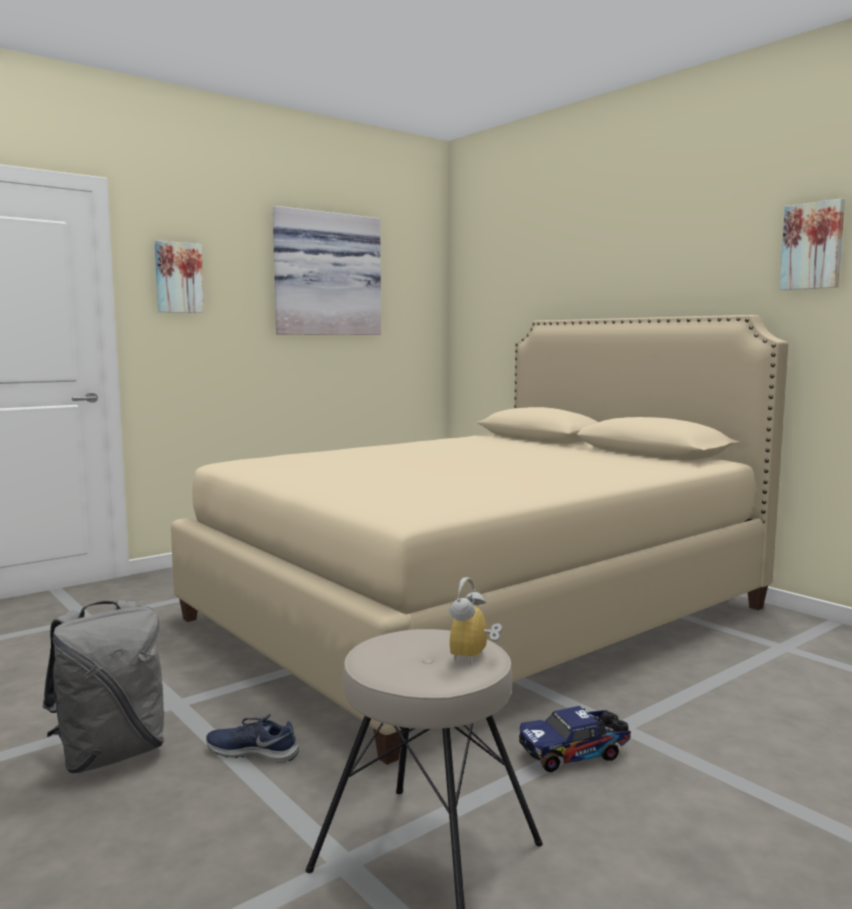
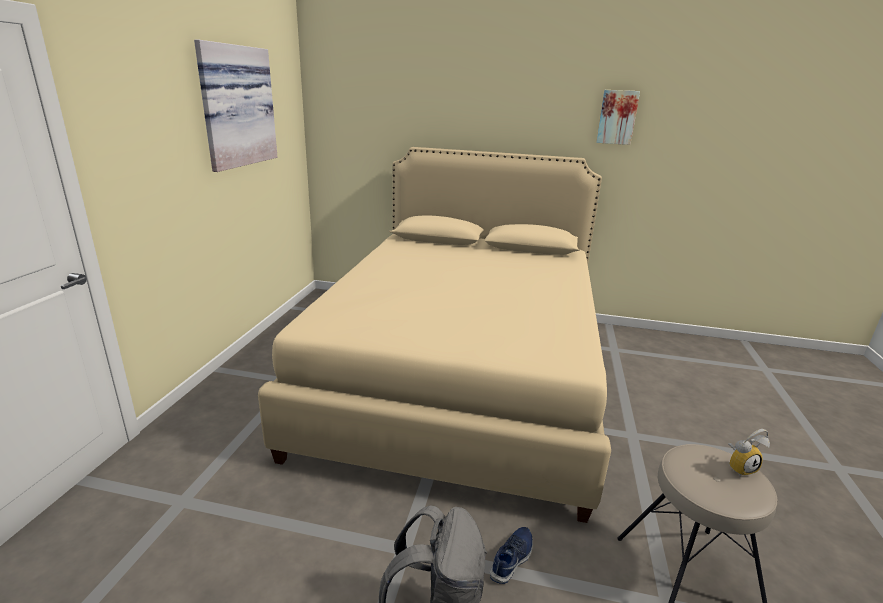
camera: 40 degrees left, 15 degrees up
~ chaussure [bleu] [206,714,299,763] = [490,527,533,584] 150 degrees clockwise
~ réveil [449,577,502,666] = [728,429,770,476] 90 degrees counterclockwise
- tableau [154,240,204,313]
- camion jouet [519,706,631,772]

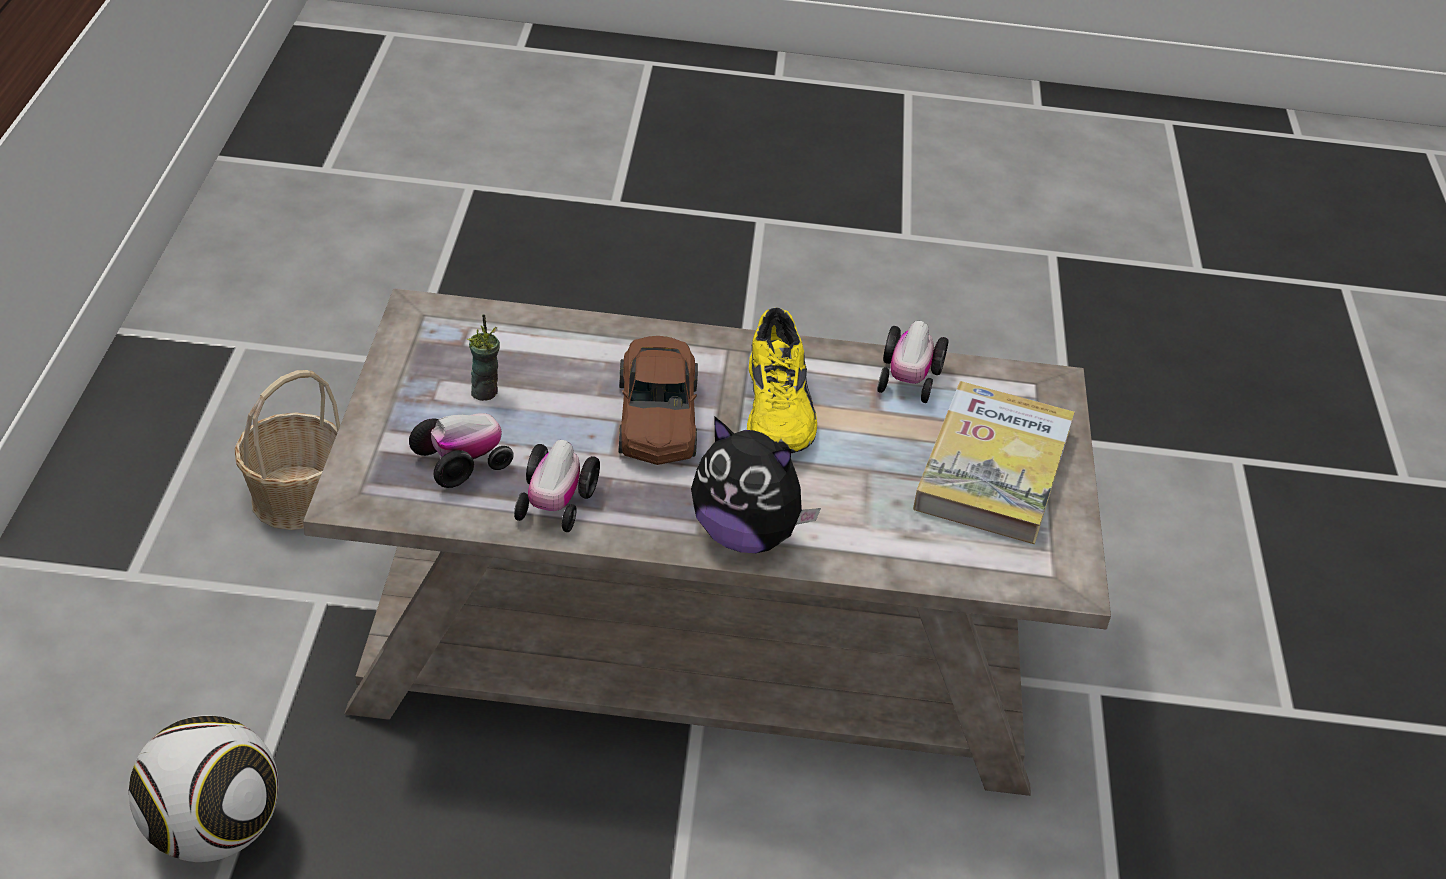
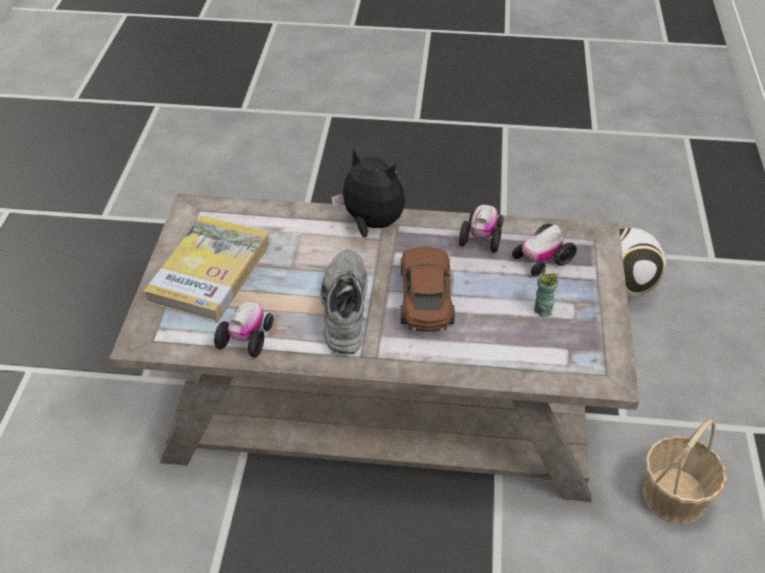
camera: 175 degrees left, 5 degrees up
~ chaussure [jaune] [747,307,817,453] to chaussure [gris] [320,249,367,354]

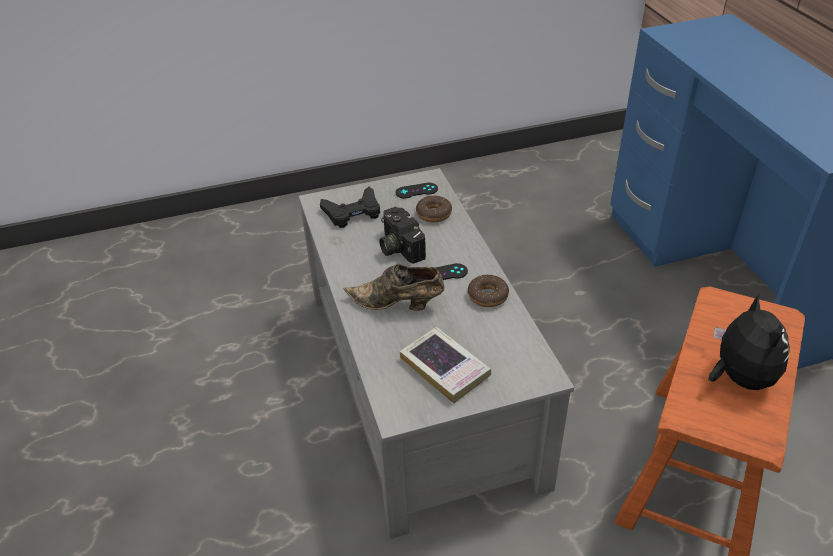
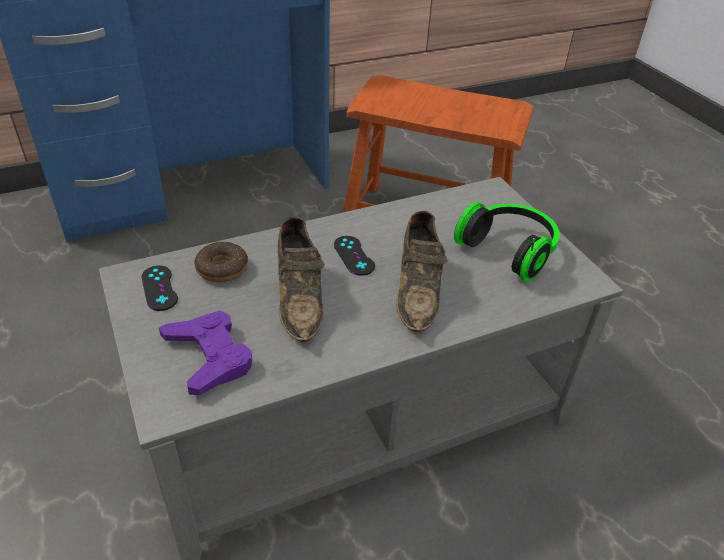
camera: 100 degrees left, 0 degrees up
~ manette [noir] [320,187,380,228] to manette [violet] [159,310,252,395]
~ appareil photo [379,207,426,264] to chaussure [marron] [278,216,325,342]
~ livre [400,327,491,404] to casque audio [454,202,560,282]
- beignet [468,275,509,307]
- peluche [708,294,790,390]

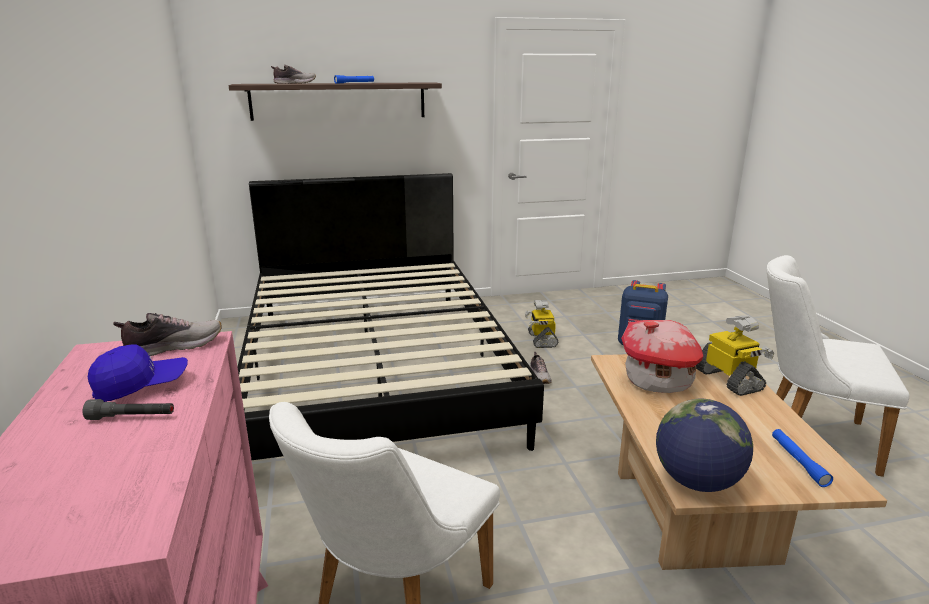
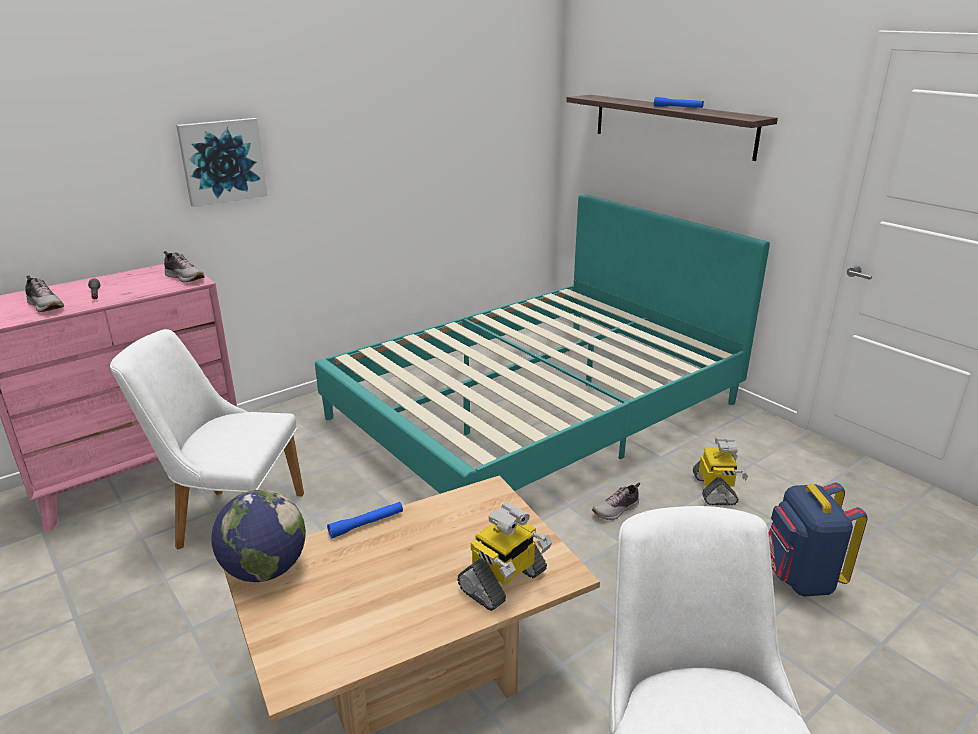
camera: 65 degrees right, 5 degrees up
~ chaussure [271,65,316,84] to [25,276,64,312]
+ tableau [176,118,268,207]
~ lit [noir] [238,173,544,460] to lit [turquoise] [315,194,770,494]
~ lampe de poche [bleu] [772,429,833,487] to [327,502,403,538]
~ robot jouet [525,300,558,348] = [693,438,748,505] 120 degrees clockwise
- casquette [bleu] [88,344,188,402]
- maison miniature [621,320,703,393]

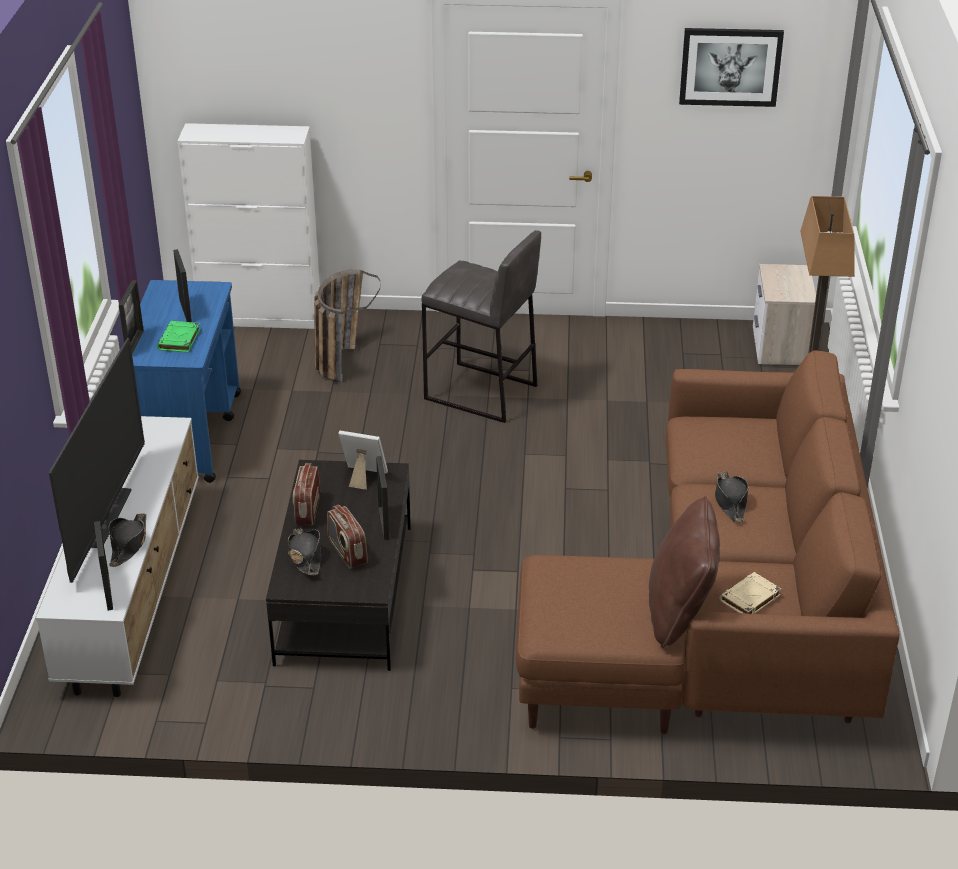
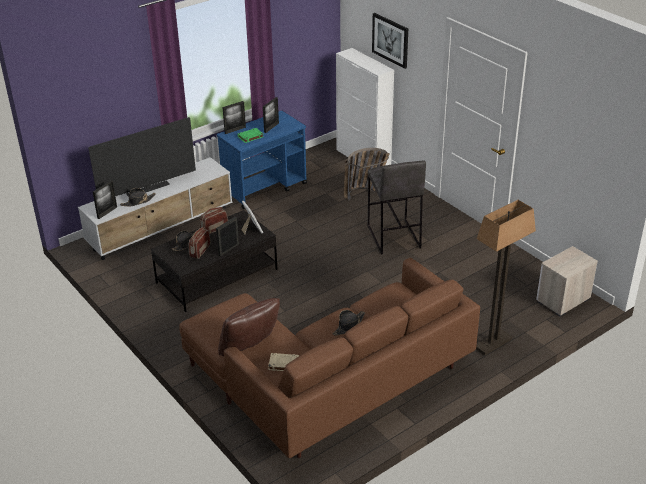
camera: 50 degrees right, 0 degrees up
~ tableau [679,28,784,107] to [372,13,408,69]

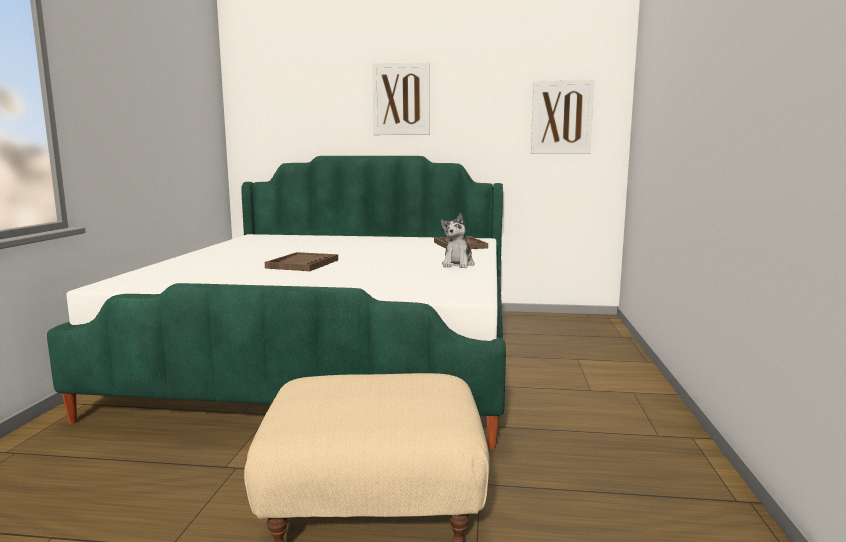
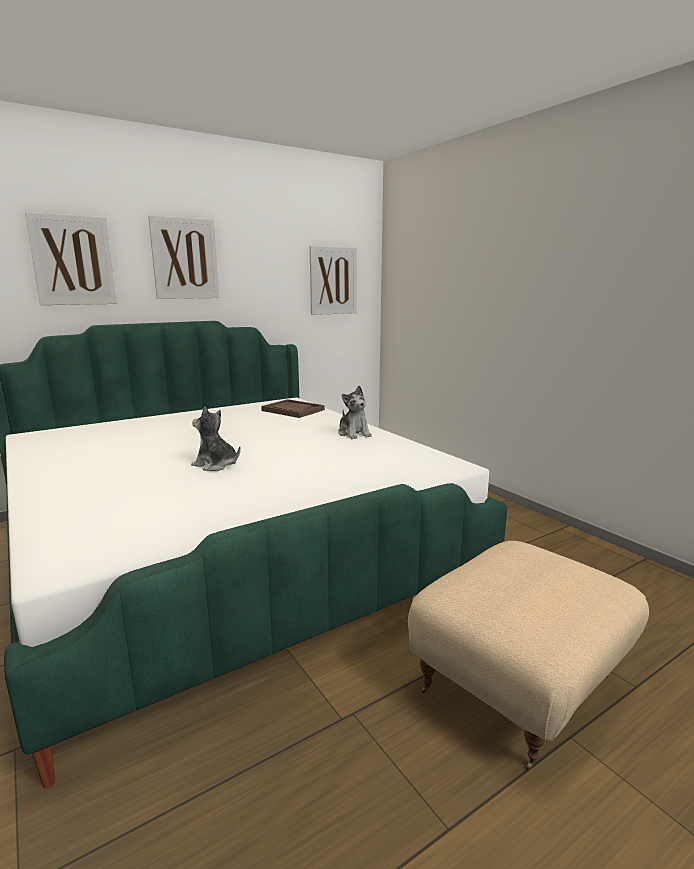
camera: 40 degrees left, 5 degrees up
+ tableau [25,212,117,305]
~ plateau [marron] [265,252,338,271] to peluche [191,407,241,471]

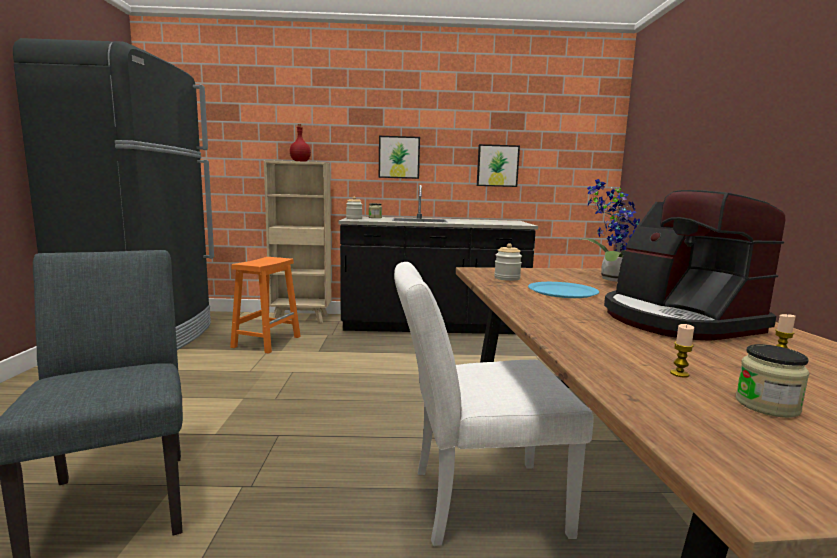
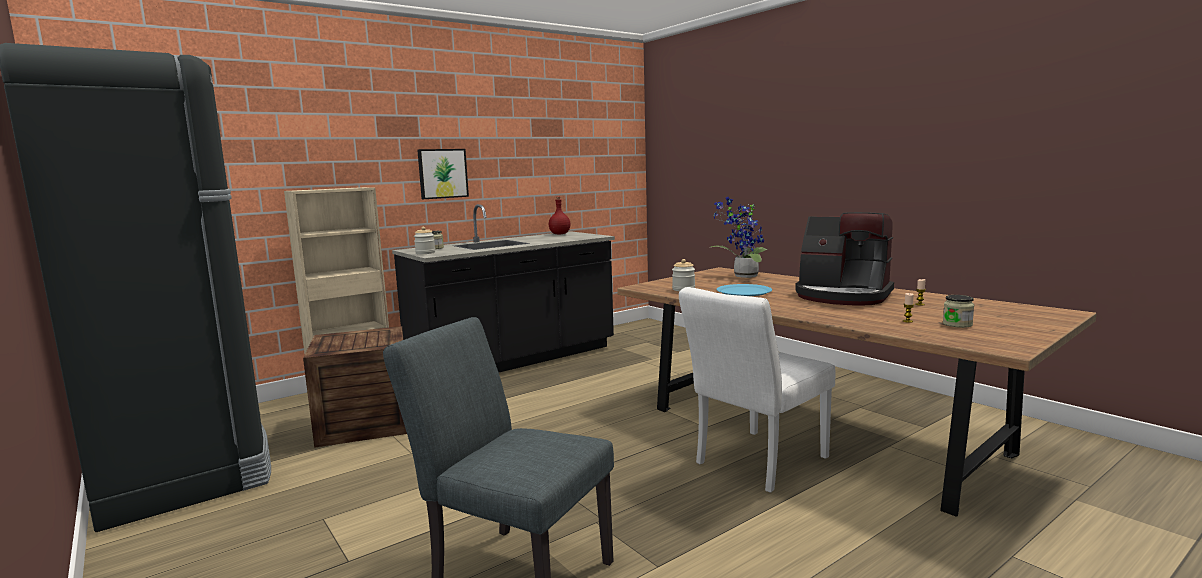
camera: 35 degrees left, 0 degrees up
~ tabouret [orange] [230,257,301,354] to caisse [303,326,407,448]
~ bouteille [rouge] [290,124,311,162] to [549,197,570,234]
- tableau [477,144,520,187]

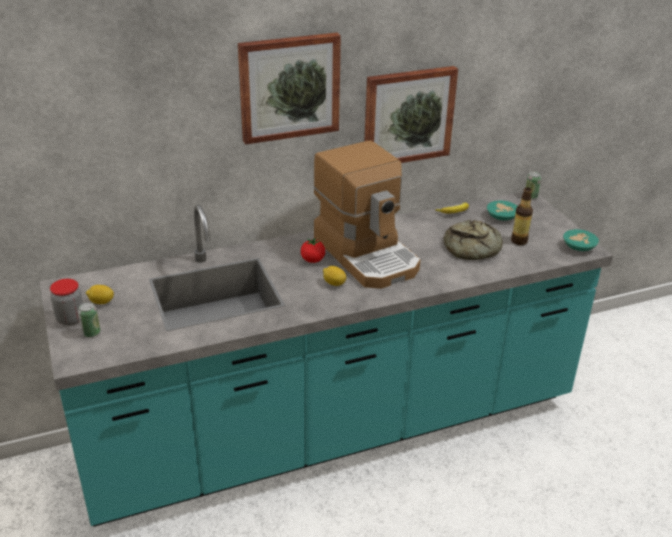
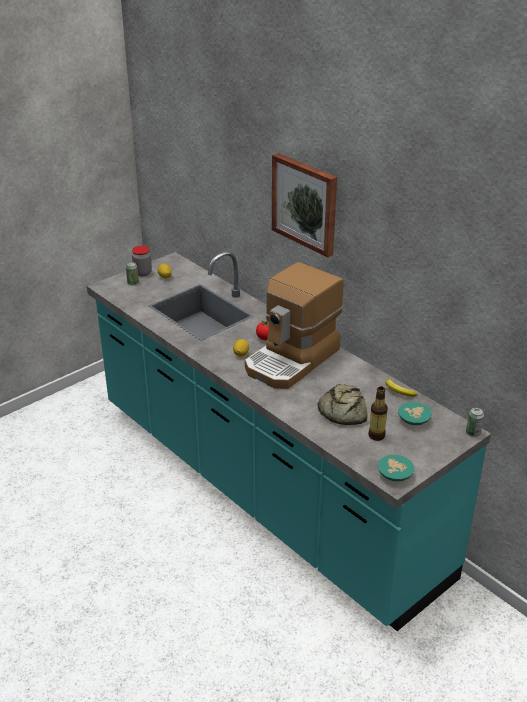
camera: 70 degrees right, 0 degrees up
- tableau [364,66,458,163]

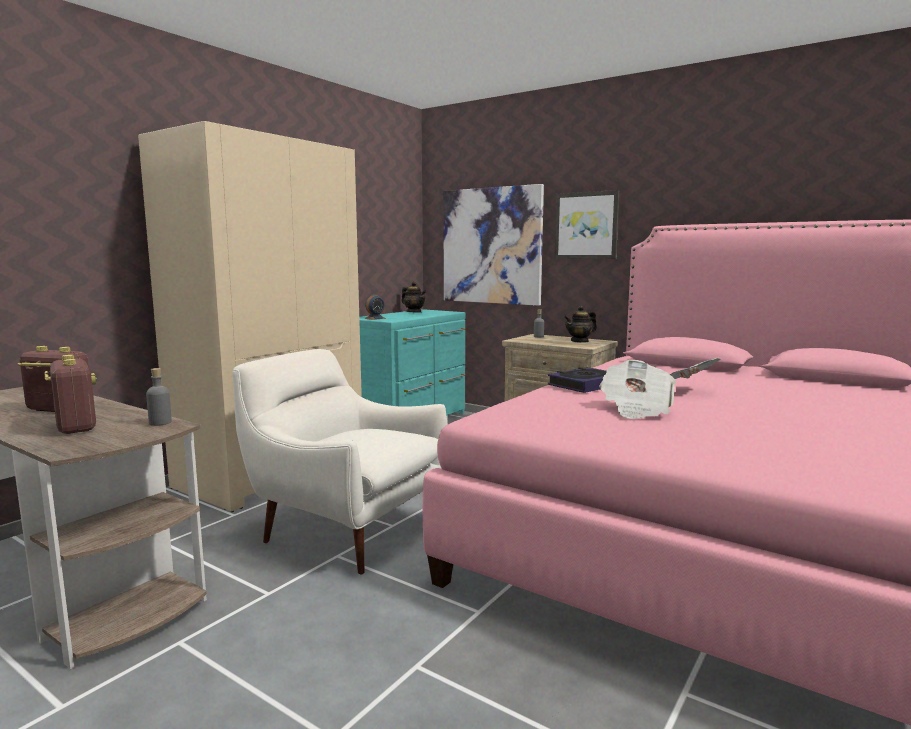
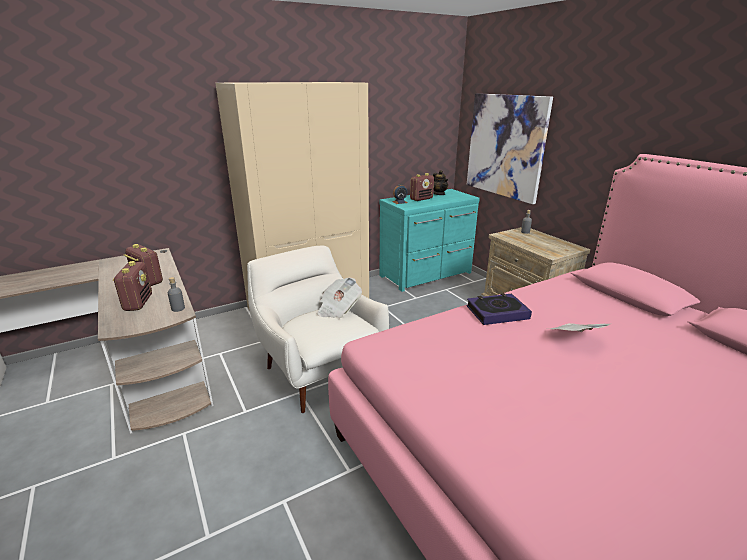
camera: 25 degrees right, 15 degrees up
~ journal [599,360,676,419] to [317,277,362,318]
+ radio [410,173,434,201]
- tableau [554,190,619,259]
- théière [564,306,597,343]

